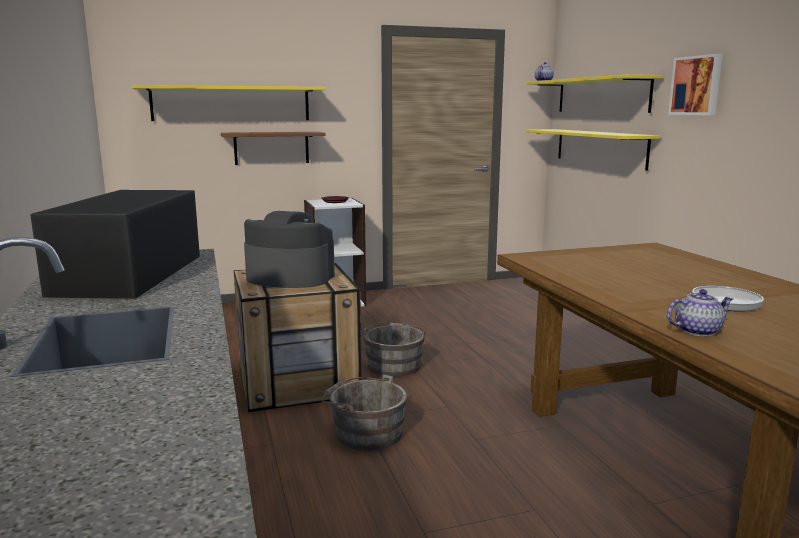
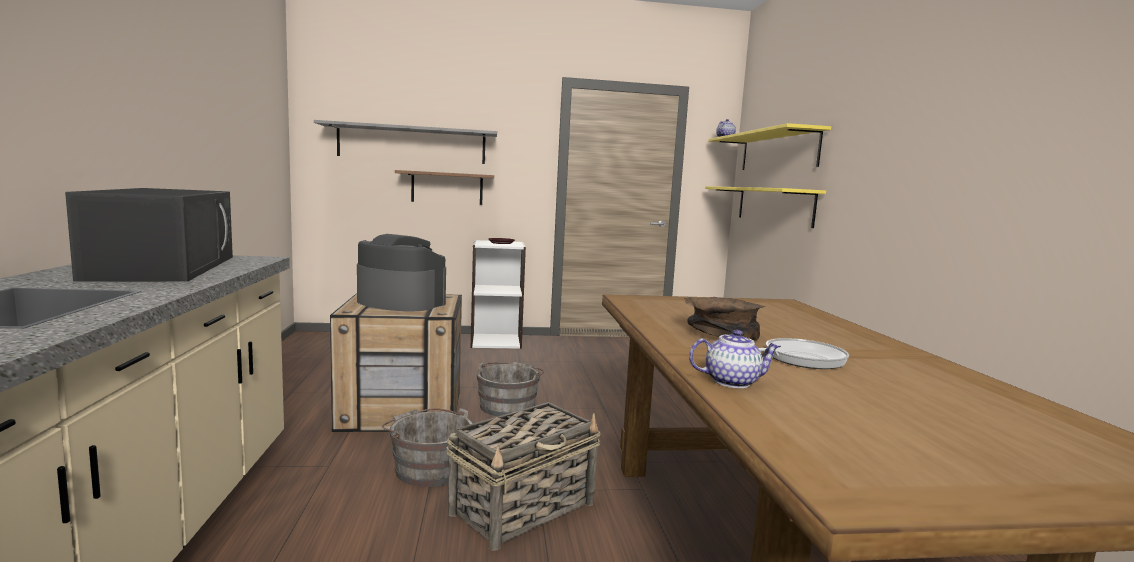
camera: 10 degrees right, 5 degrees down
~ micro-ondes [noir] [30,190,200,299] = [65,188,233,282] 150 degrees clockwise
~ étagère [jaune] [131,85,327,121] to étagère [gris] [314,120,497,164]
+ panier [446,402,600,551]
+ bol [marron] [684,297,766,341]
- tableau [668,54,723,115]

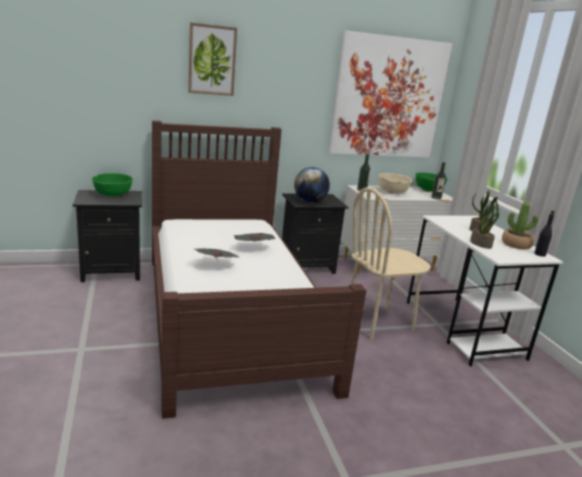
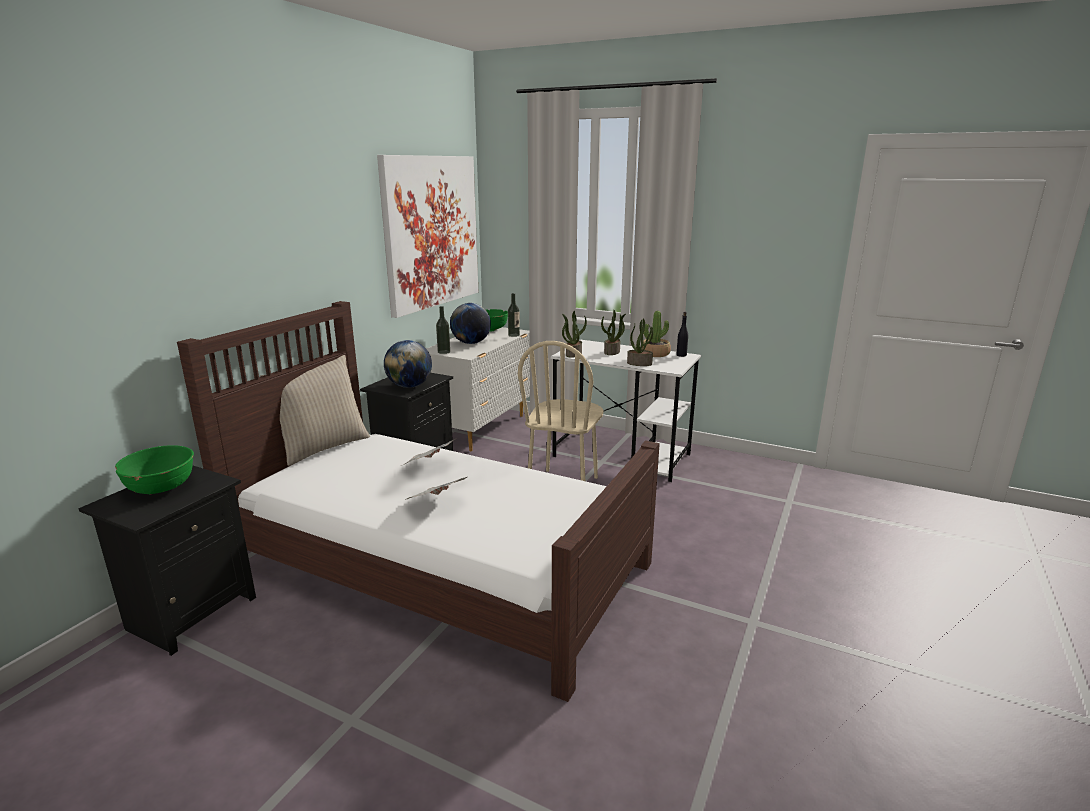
camera: 45 degrees left, 0 degrees up
+ coussin [beige] [260,355,370,466]
~ bol [beige] [379,173,412,194] to globe [450,303,491,344]
+ plante en pot [562,311,587,358]
- tableau [188,22,237,96]

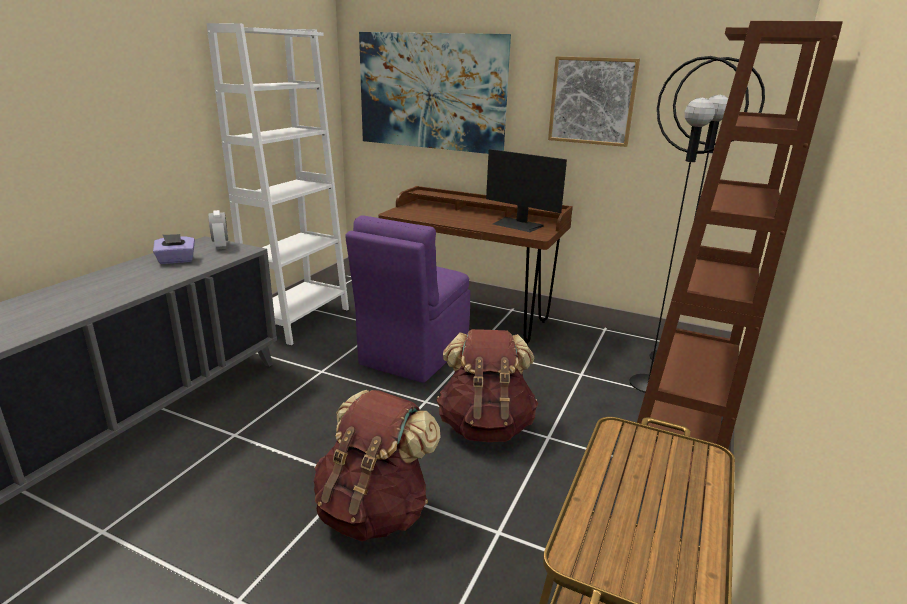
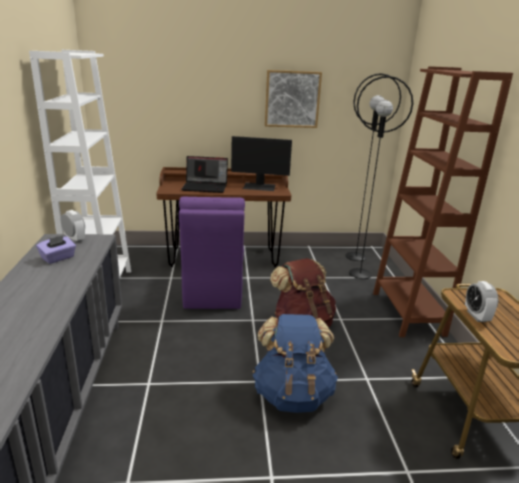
camera: 30 degrees left, 0 degrees up
+ ordinateur portable [181,156,228,193]
~ sac à dos [marron] [314,390,441,541] to sac à dos [bleu] [253,314,338,413]
+ réveil [465,281,498,322]
- tableau [359,32,511,154]

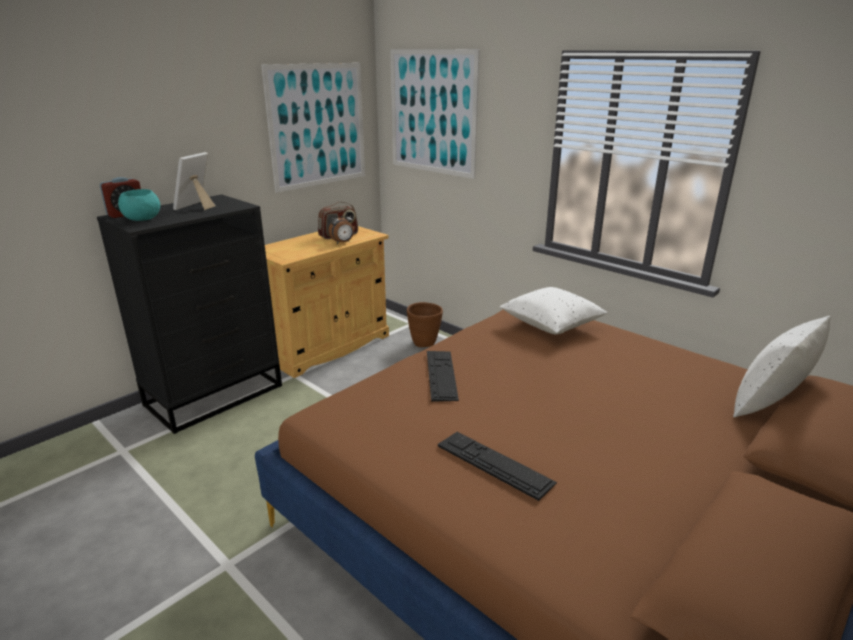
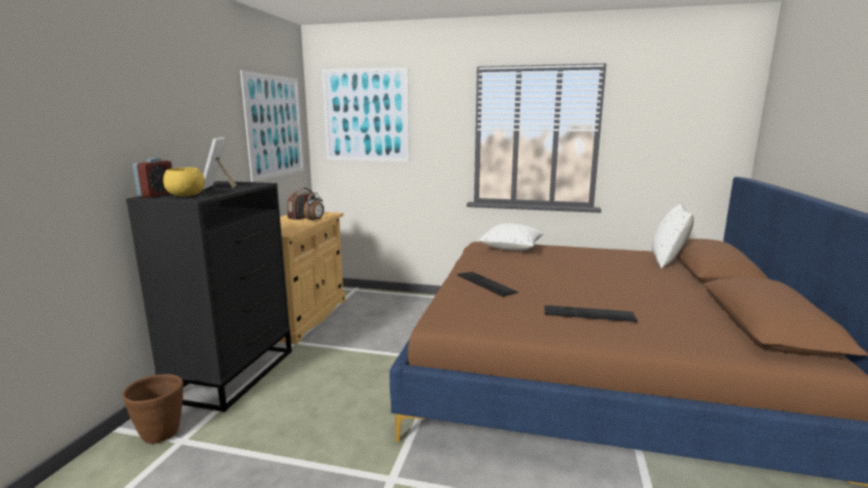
camera: 30 degrees left, 10 degrees down
~ cache-pot [marron] [407,302,443,347] to [123,374,183,444]
~ bol [turquoise] [118,189,160,221] to bol [jaune] [163,167,205,197]

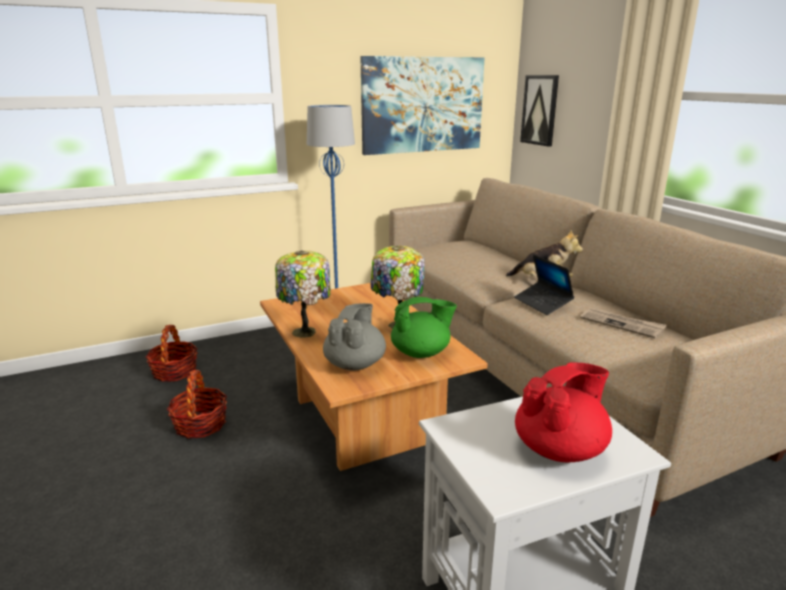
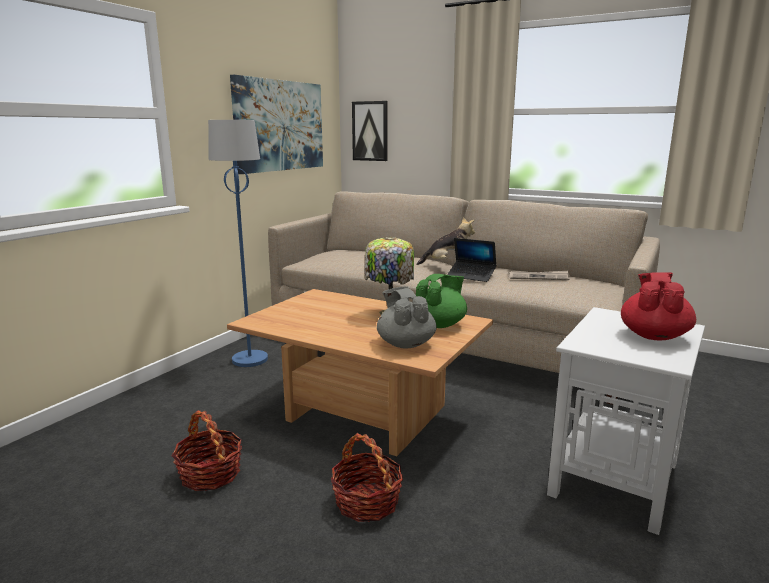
camera: 35 degrees left, 5 degrees down
~ panier [145,325,197,382] to [331,433,403,522]
- lampe de table [275,250,330,338]

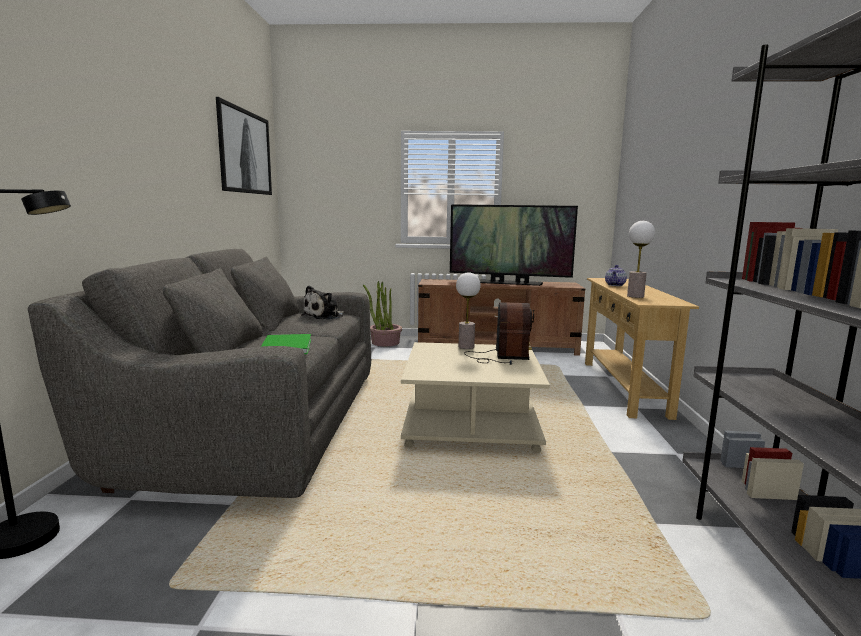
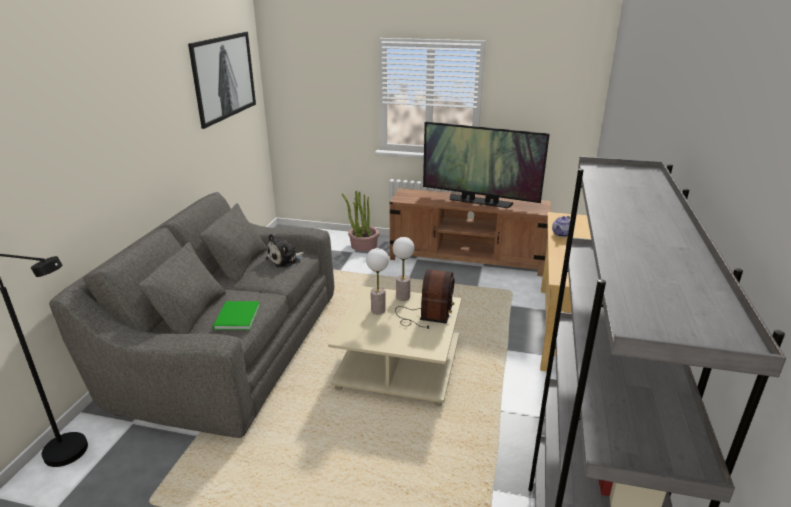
camera: 10 degrees right, 15 degrees up
~ lampe de table [627,221,655,298] to [366,248,389,314]

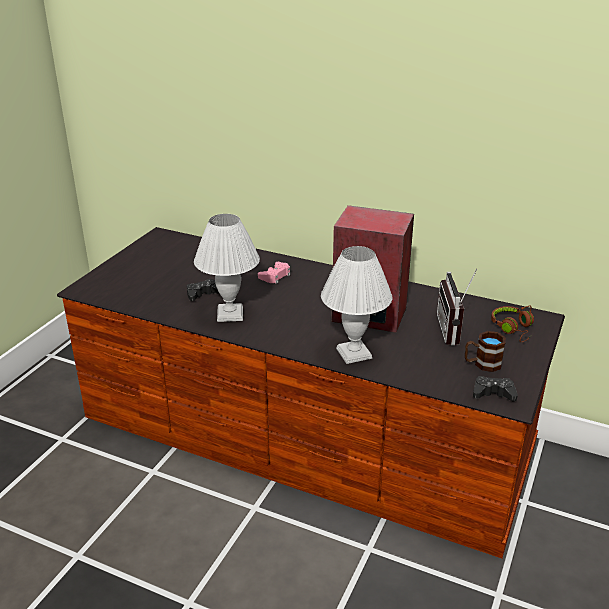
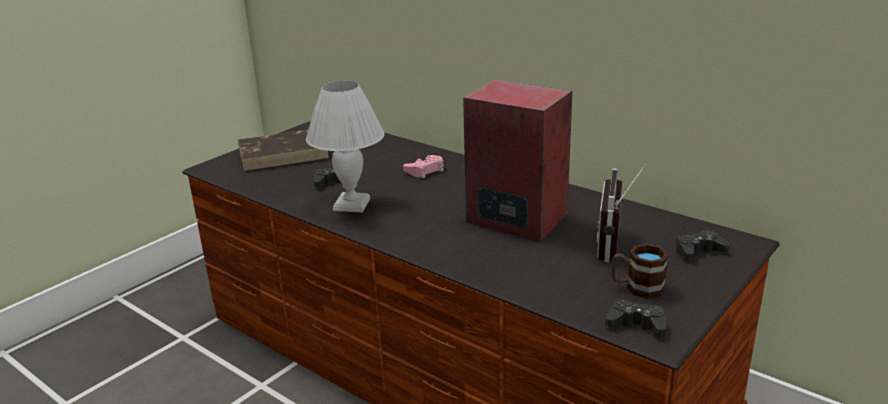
camera: 15 degrees right, 5 degrees down
+ livre [marron] [238,130,330,171]
~ casque audio [marron] [491,305,534,342] to manette [noir] [676,230,730,260]
- lampe de table [blanc] [321,246,392,364]

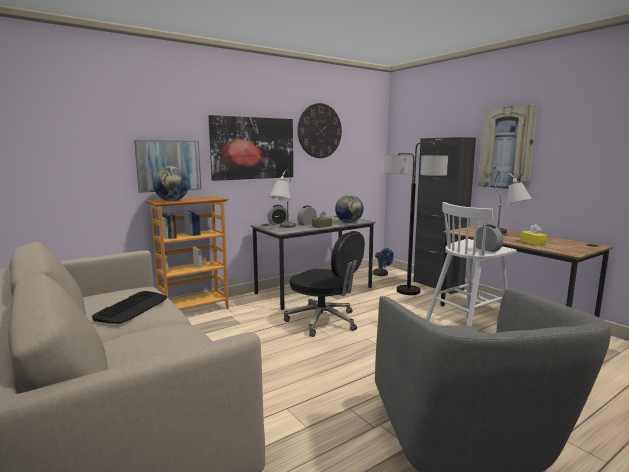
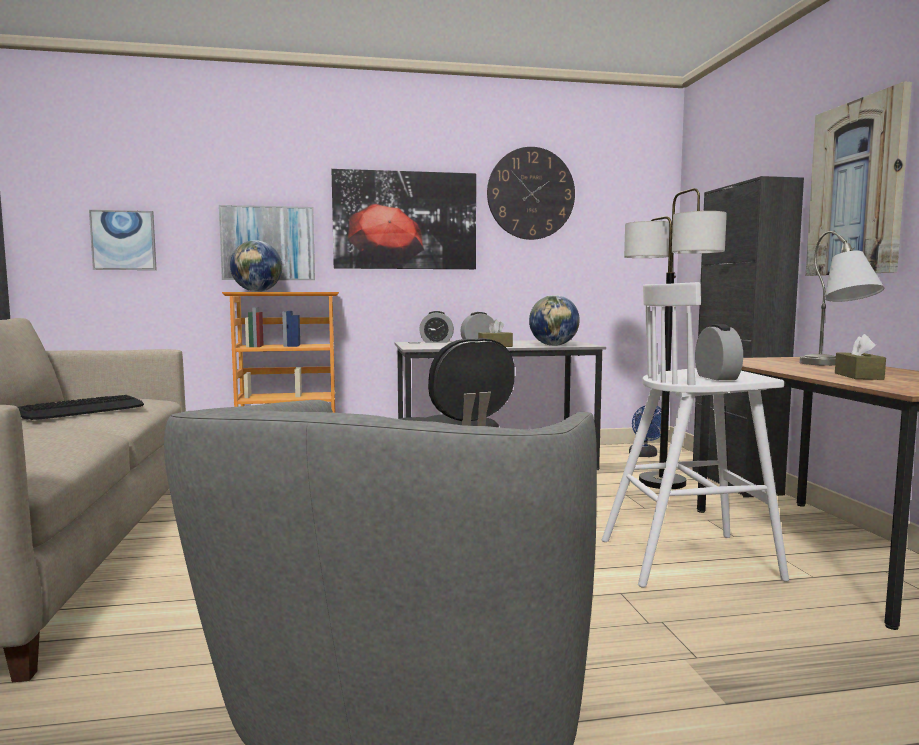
camera: 25 degrees right, 5 degrees down
+ tableau [89,210,157,270]
~ boîte à mouchoirs [jaune] [520,224,547,245] to boîte à mouchoirs [marron] [835,334,886,380]
- lampe de table [gris] [269,169,296,228]

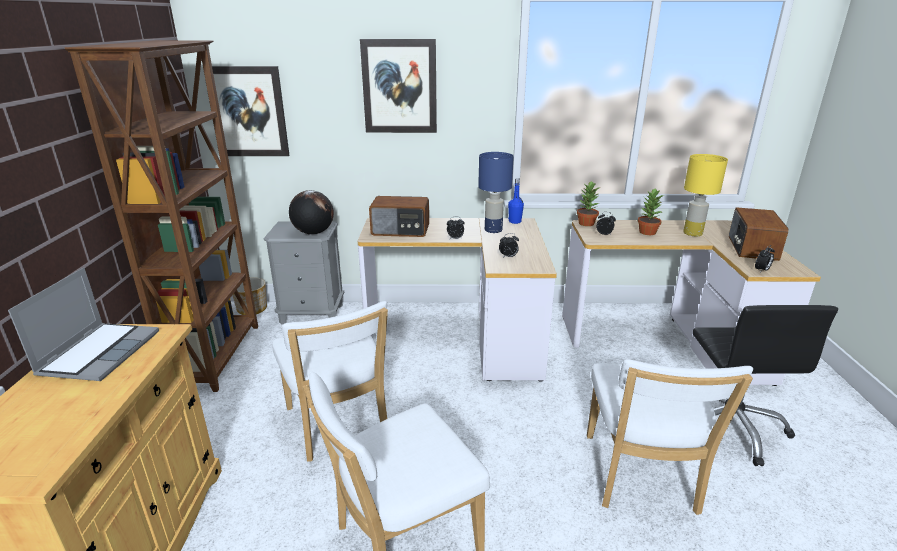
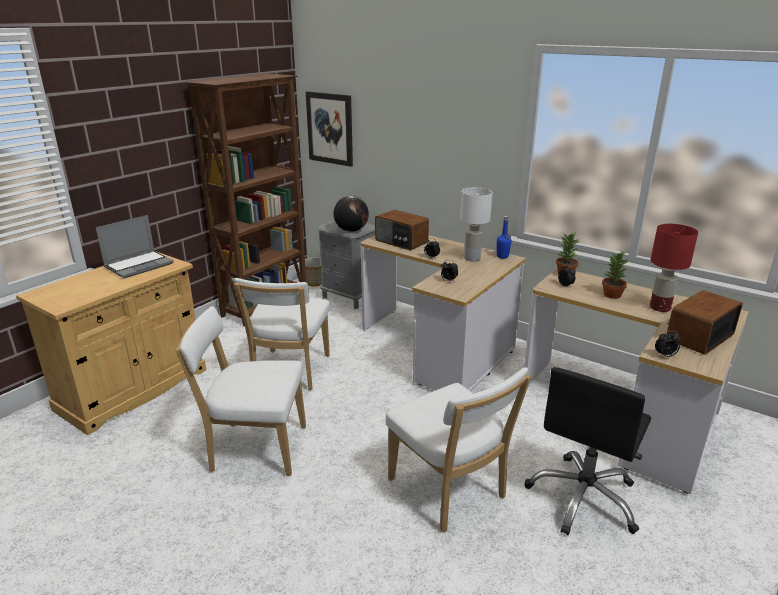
camera: 35 degrees right, 0 degrees up
~ chaise [blanc] [587,359,753,515] = [385,367,531,532] 75 degrees counterclockwise
~ lampe de table [bleu] [478,152,514,233] to lampe de table [blanc] [460,187,493,261]
~ lampe de table [jaune] [683,154,728,236] to lampe de table [rouge] [650,224,698,312]
- tableau [360,39,437,133]

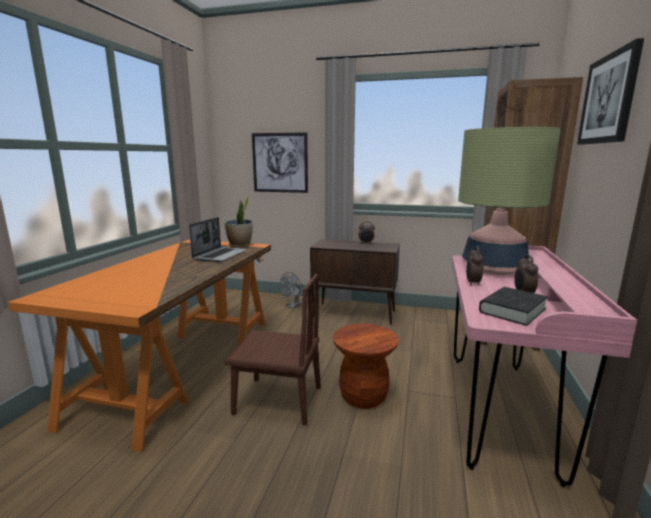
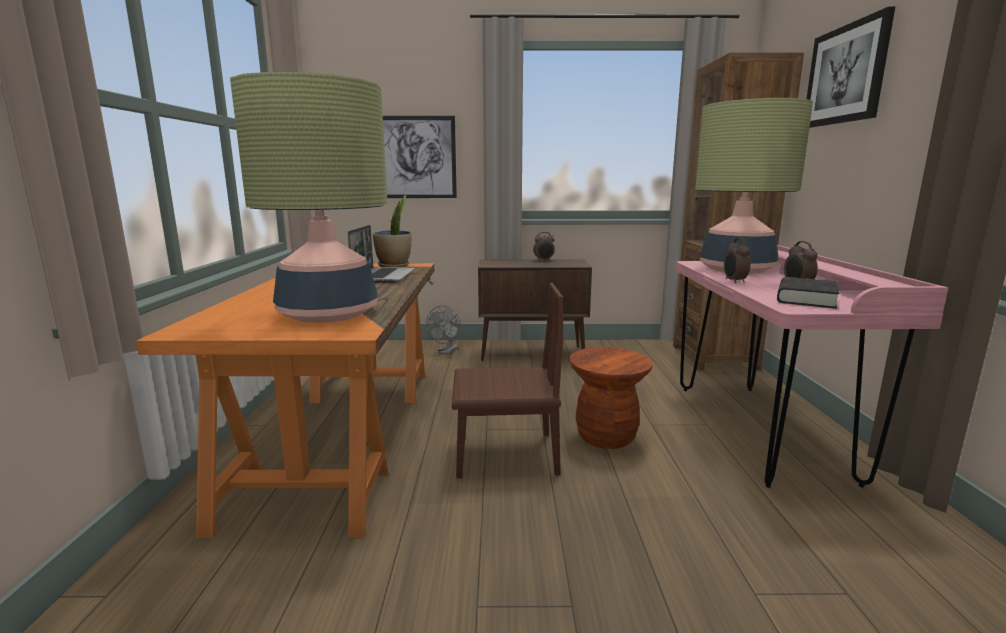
camera: 15 degrees left, 0 degrees up
+ lampe de table [230,72,388,323]

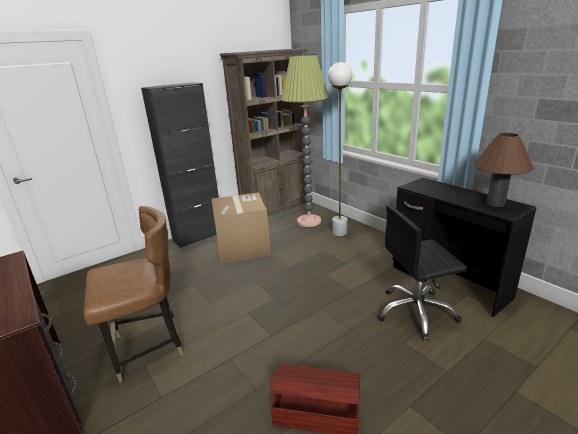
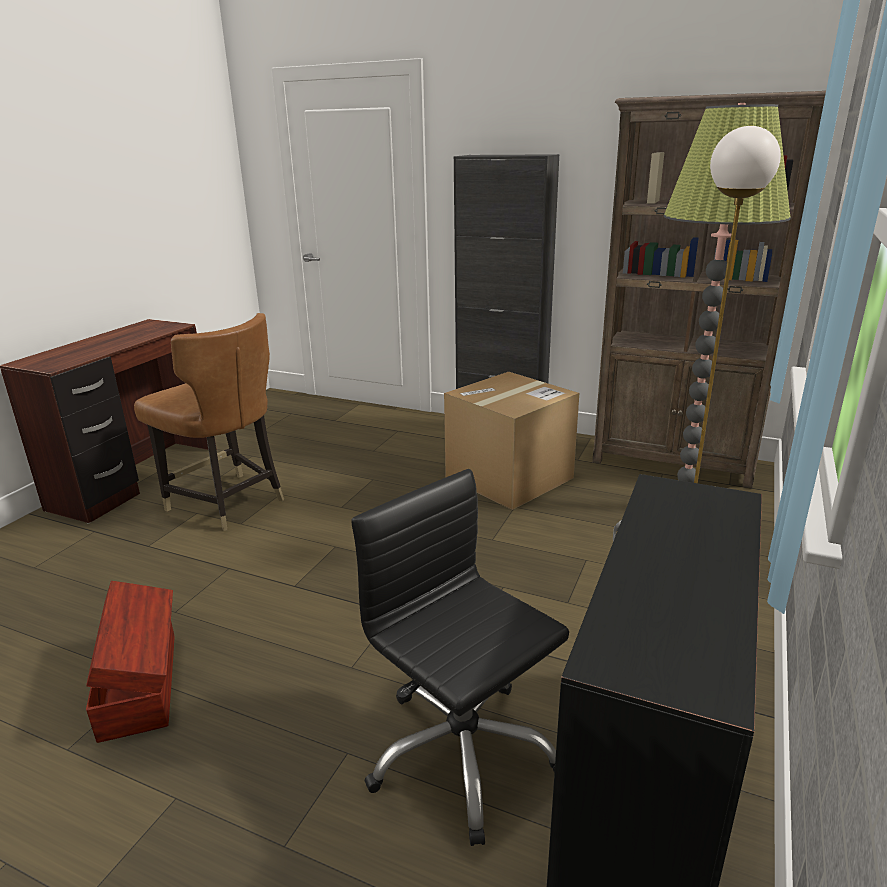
camera: 60 degrees right, 0 degrees up
- lampe de table [marron] [474,133,533,207]

